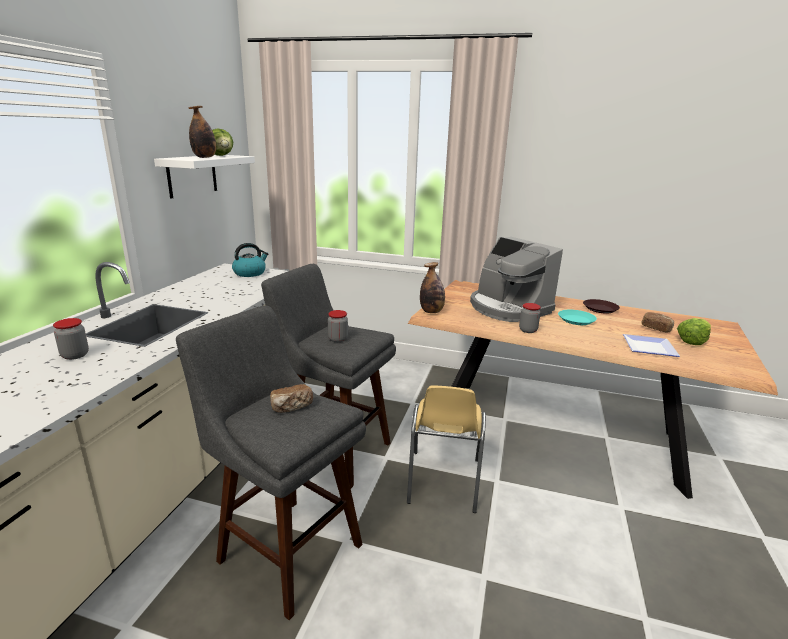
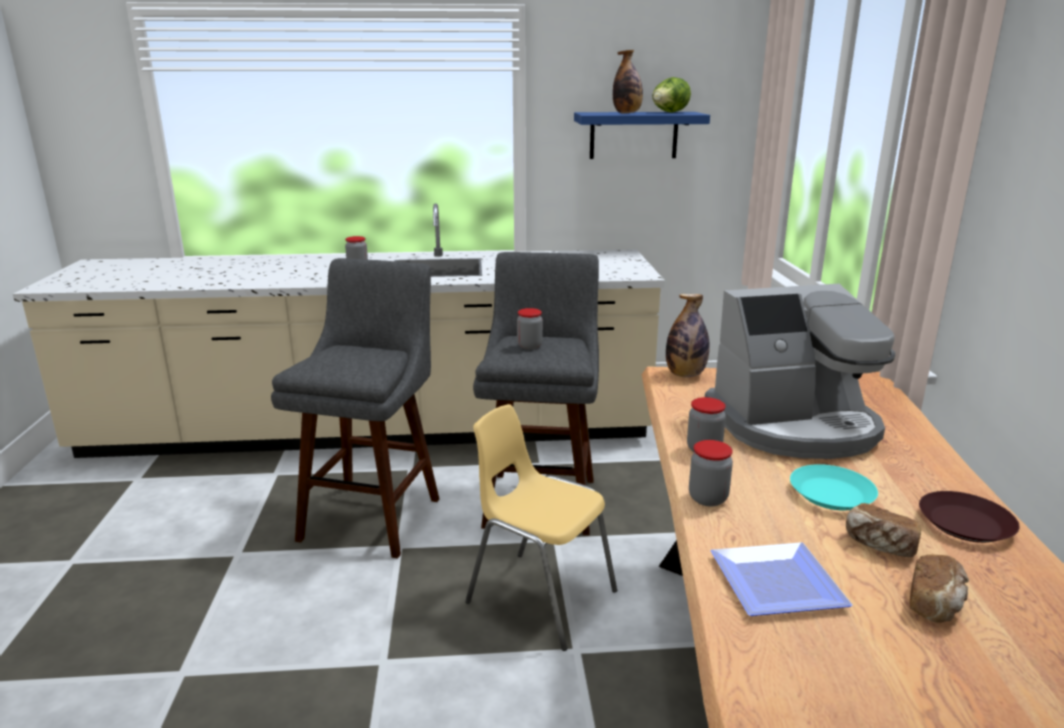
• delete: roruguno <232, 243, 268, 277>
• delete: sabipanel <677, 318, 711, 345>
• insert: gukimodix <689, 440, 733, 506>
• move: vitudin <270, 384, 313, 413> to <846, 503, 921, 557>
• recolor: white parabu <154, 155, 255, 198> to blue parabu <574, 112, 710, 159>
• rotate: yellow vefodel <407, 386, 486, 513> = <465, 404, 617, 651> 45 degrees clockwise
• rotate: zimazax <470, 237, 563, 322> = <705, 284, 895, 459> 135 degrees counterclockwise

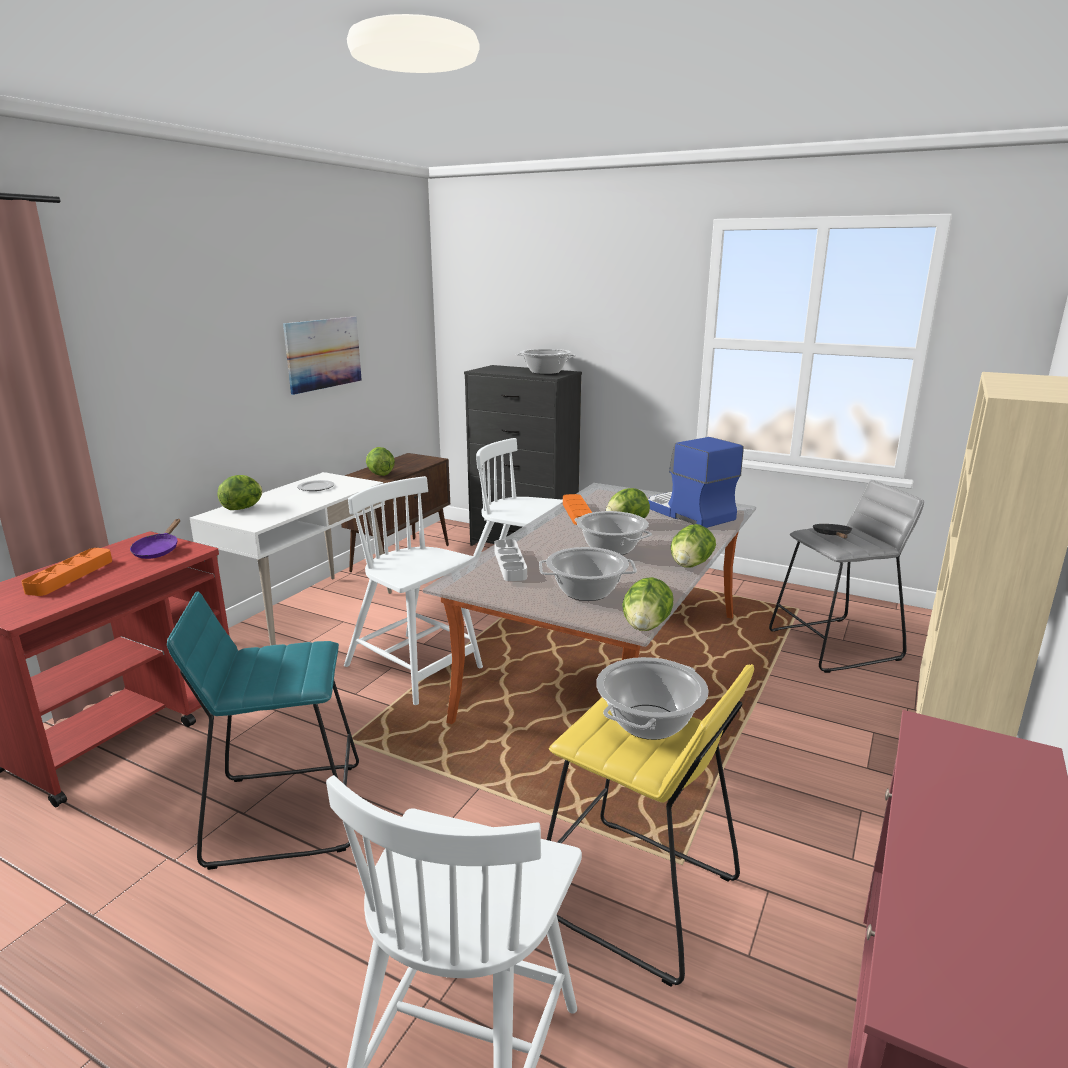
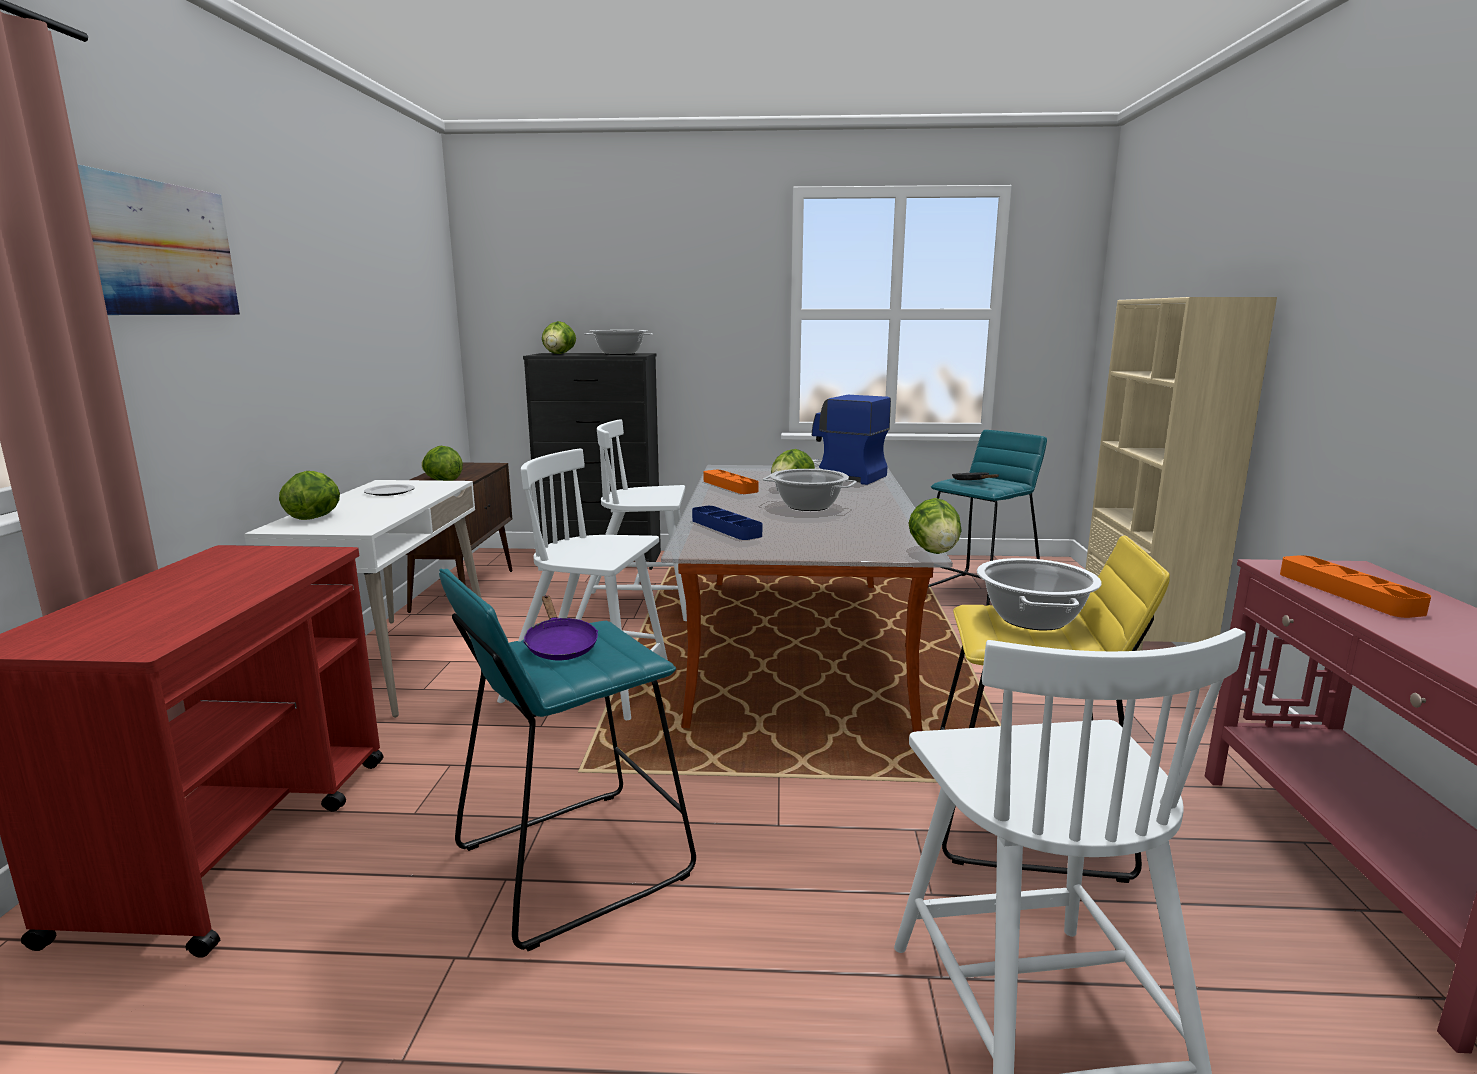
• delete: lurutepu <539, 547, 637, 601>
• move: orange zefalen <21, 548, 112, 596> to <1280, 555, 1431, 618>
• move: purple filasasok <130, 519, 180, 559> to <523, 595, 598, 660>
• move: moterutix <283, 316, 362, 395> to <77, 164, 240, 315>
• move: sabipanel <671, 524, 716, 567> to <542, 321, 576, 354>
• recolor: grey zefalen <494, 539, 527, 581> to blue zefalen <692, 506, 762, 540>
• recolor: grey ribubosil <769, 480, 924, 673> to turquoise ribubosil <928, 430, 1047, 606>

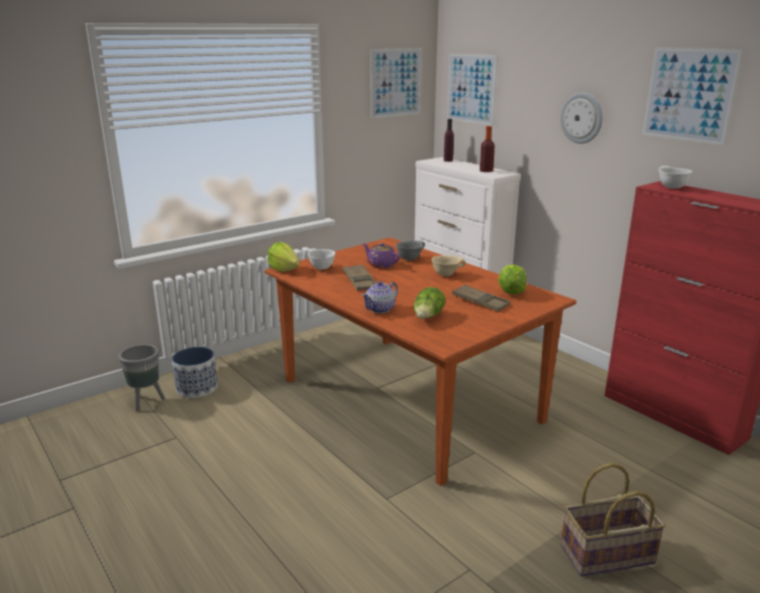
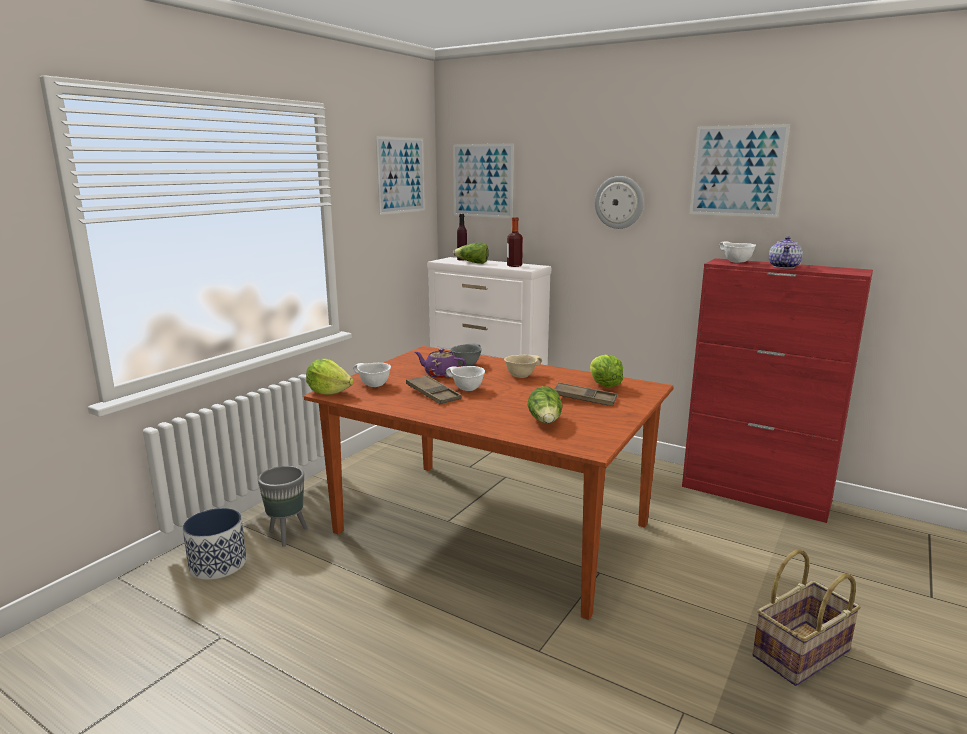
• insert: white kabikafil <446, 366, 485, 391>
• insert: sabipanel <453, 243, 489, 264>
• move: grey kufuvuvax <119, 345, 165, 411> to <258, 466, 307, 547>
• move: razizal <362, 281, 398, 313> to <769, 236, 803, 269>

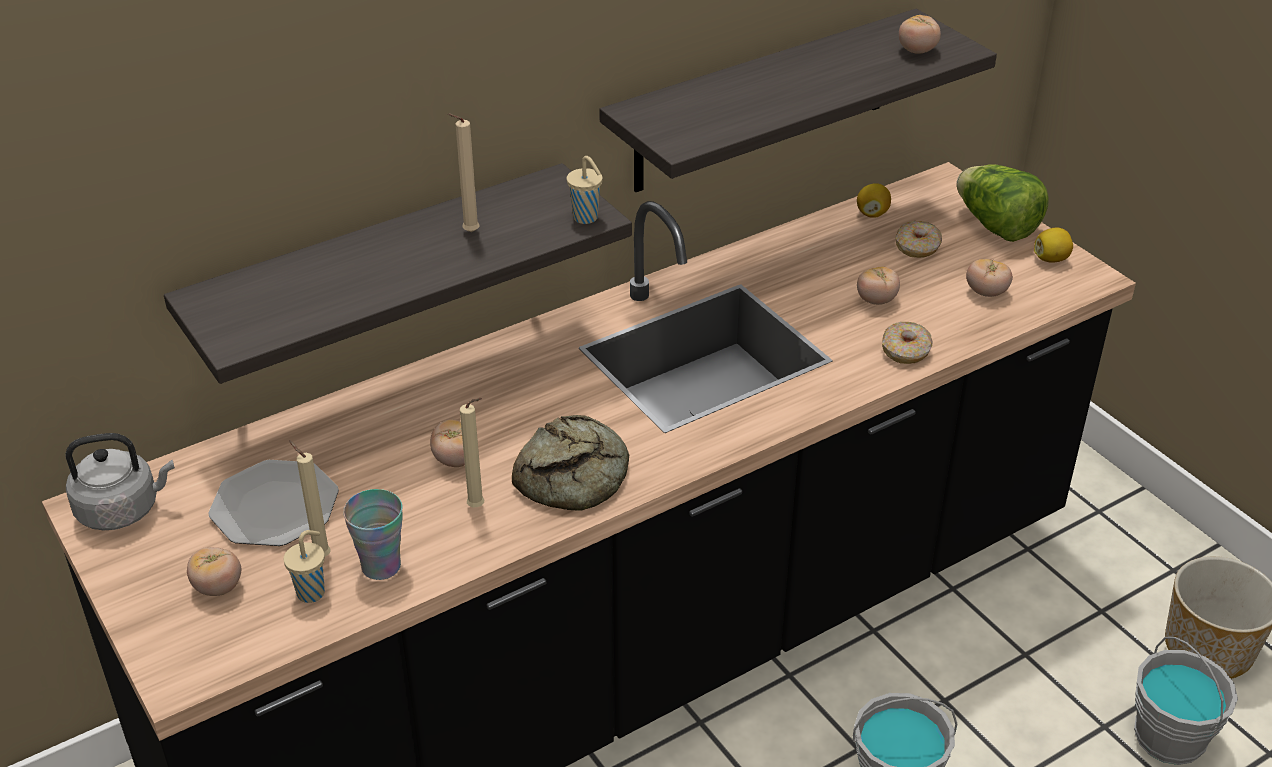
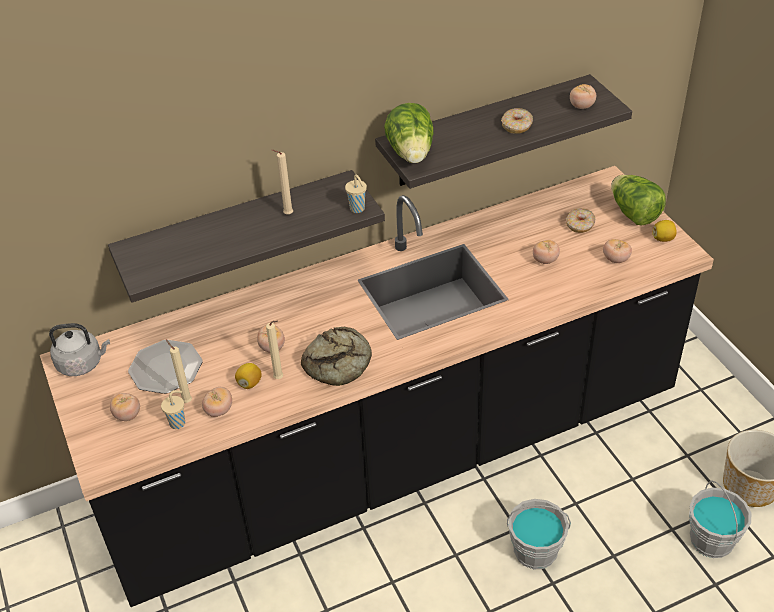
• insert: sabipanel <384, 103, 434, 163>
• move: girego <857, 183, 891, 218> to <235, 363, 262, 389>
• move: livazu <882, 322, 933, 364> to <501, 108, 533, 134>
• replace: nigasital <343, 489, 403, 580> to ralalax <202, 387, 232, 417>

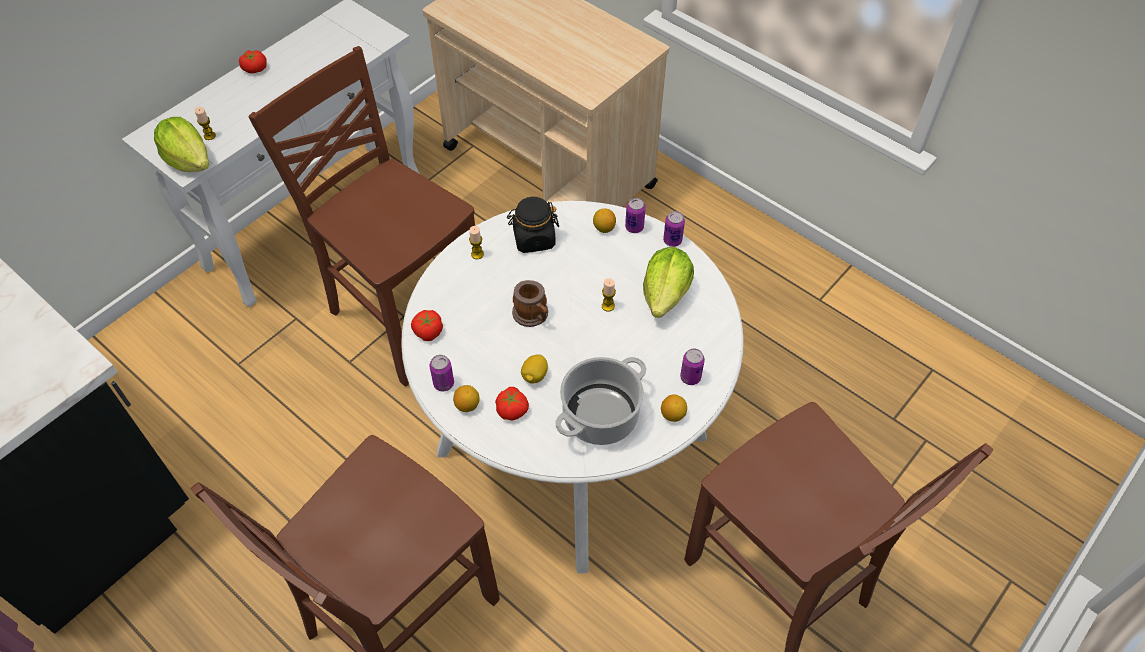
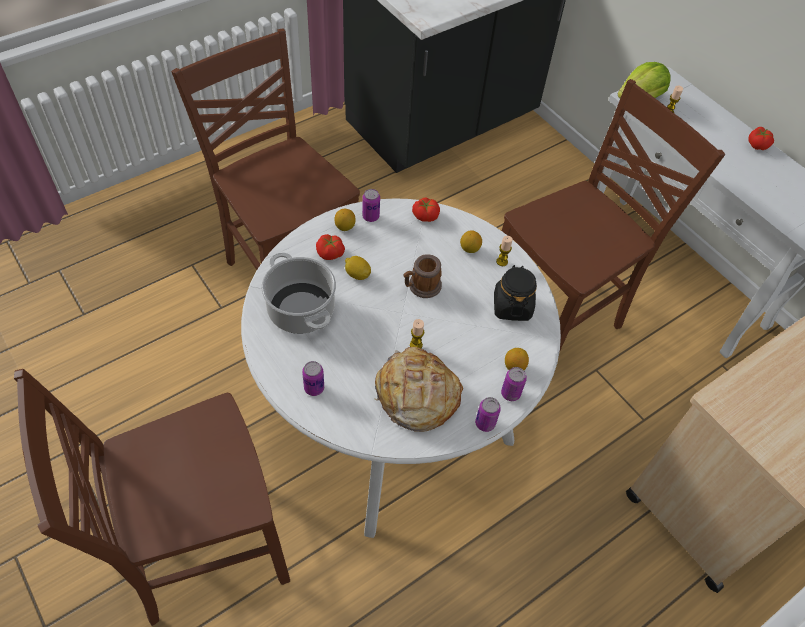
• move: girego <661, 395, 687, 422> to <460, 231, 482, 253>
• replace: sabipanel <643, 247, 694, 318> to vitudin <375, 347, 463, 432>

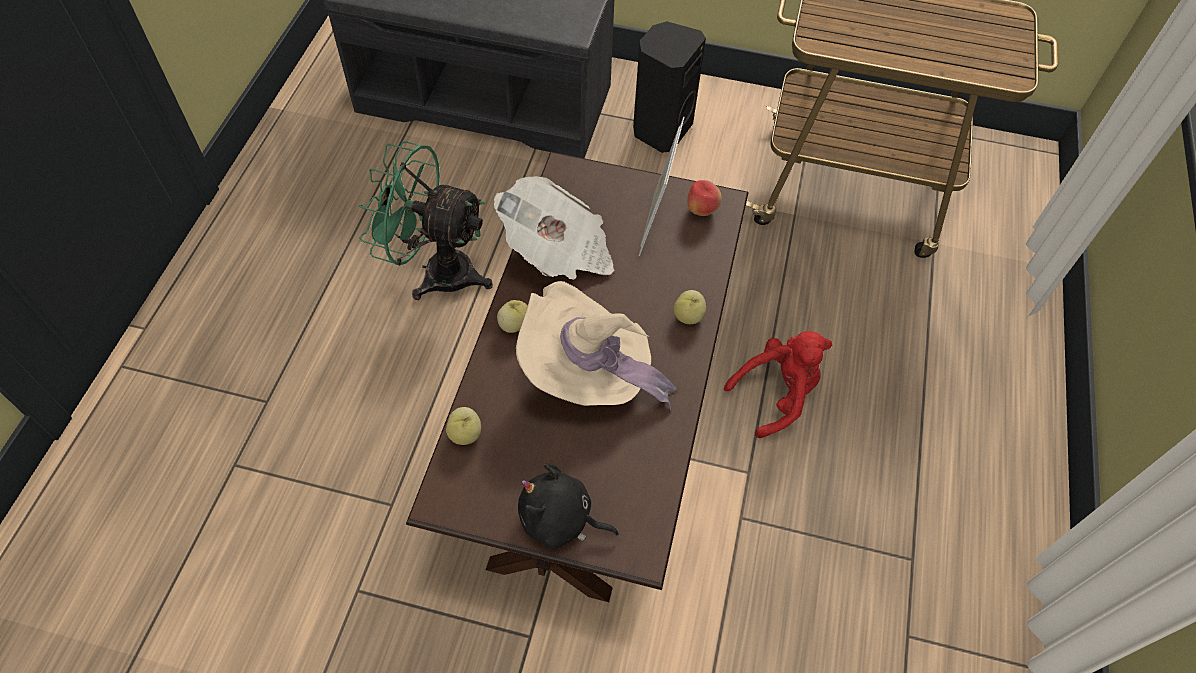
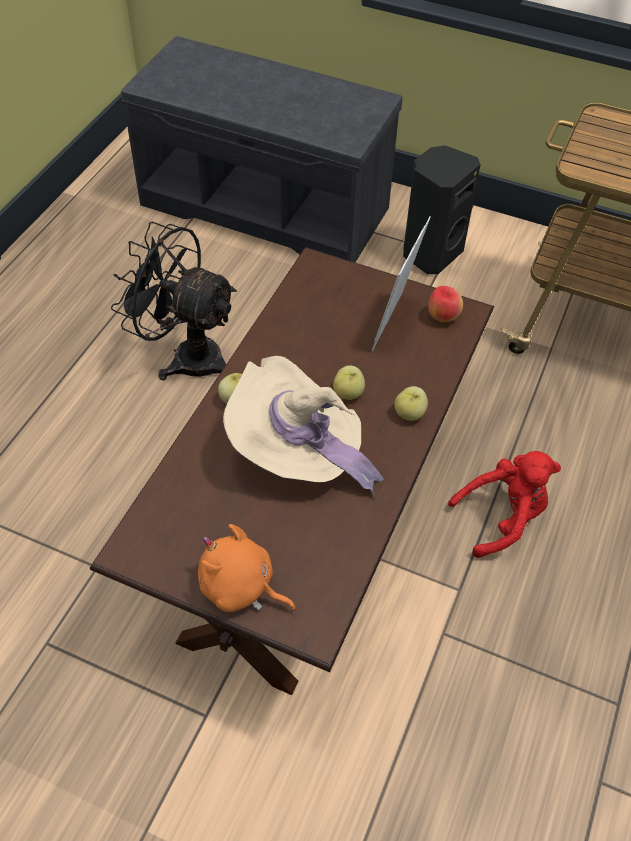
• delete: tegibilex <494, 176, 614, 280>
• move: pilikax <446, 407, 481, 445> to <333, 366, 365, 400>
• recolor: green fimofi <359, 141, 493, 300> to black fimofi <111, 222, 237, 381>
• recolor: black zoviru <518, 464, 619, 549> to orange zoviru <198, 524, 296, 612>

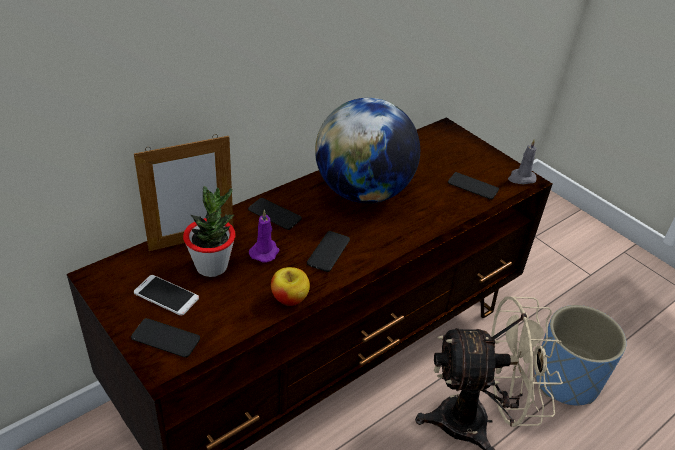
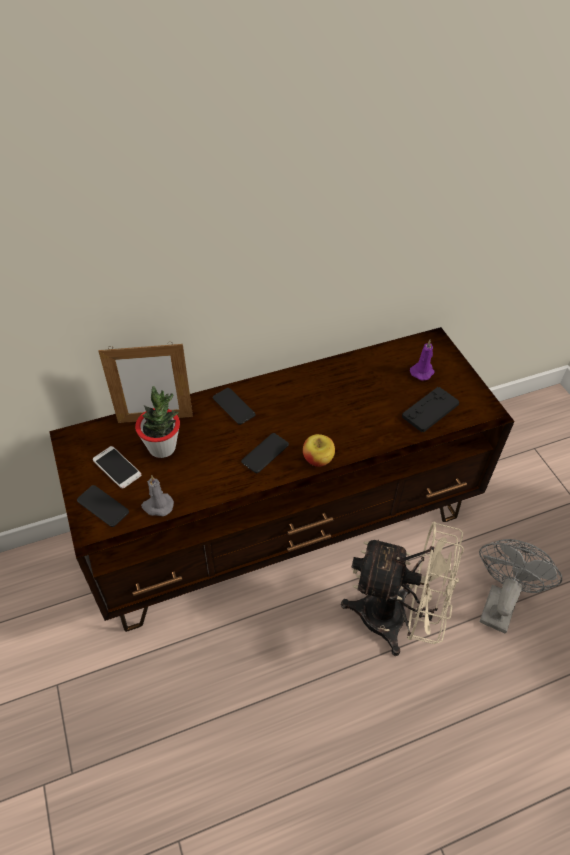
• delete: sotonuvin <315, 98, 420, 203>
• move: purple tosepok <249, 210, 280, 263> to <410, 340, 435, 381>
• move: pilikax <271, 267, 310, 306> to <303, 434, 335, 467>
• move: grey tosepok <508, 139, 537, 184> to <141, 475, 174, 516>
• replace: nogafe <448, 172, 499, 200> to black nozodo <402, 387, 459, 432>
• replace: blue kufuvuvax <534, 305, 626, 406> to grey fimofi <479, 539, 562, 634>

